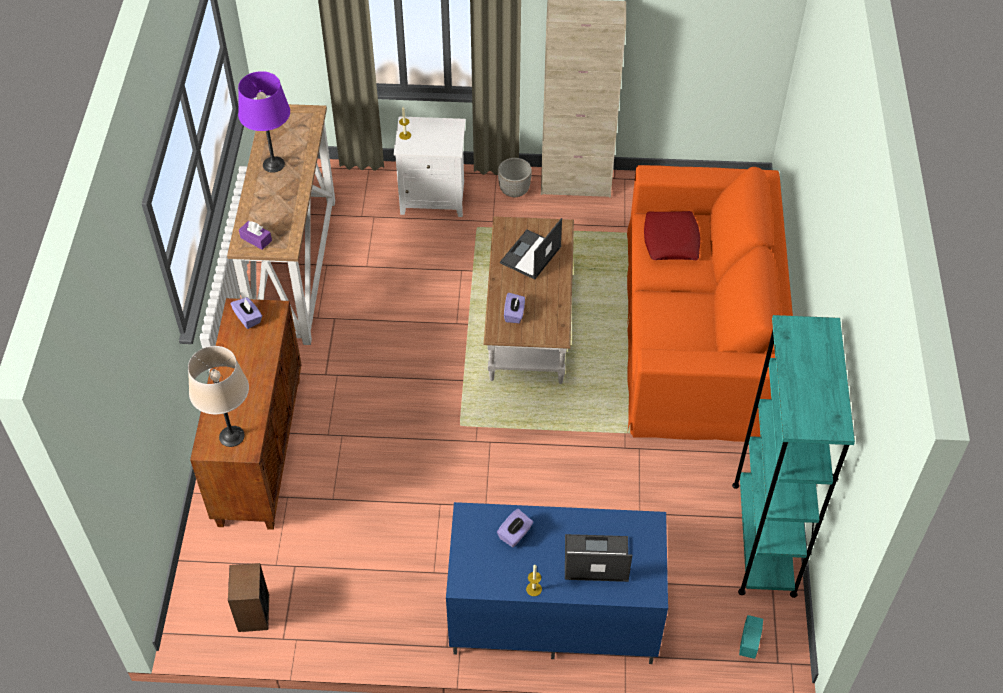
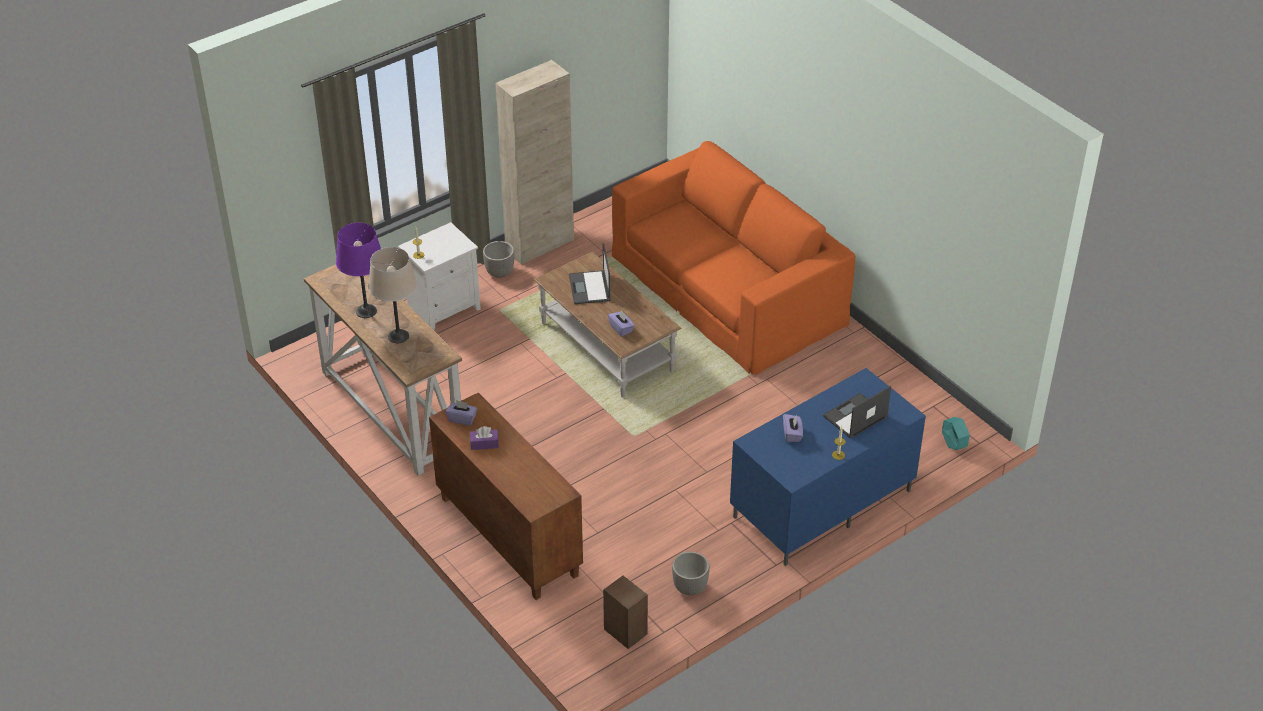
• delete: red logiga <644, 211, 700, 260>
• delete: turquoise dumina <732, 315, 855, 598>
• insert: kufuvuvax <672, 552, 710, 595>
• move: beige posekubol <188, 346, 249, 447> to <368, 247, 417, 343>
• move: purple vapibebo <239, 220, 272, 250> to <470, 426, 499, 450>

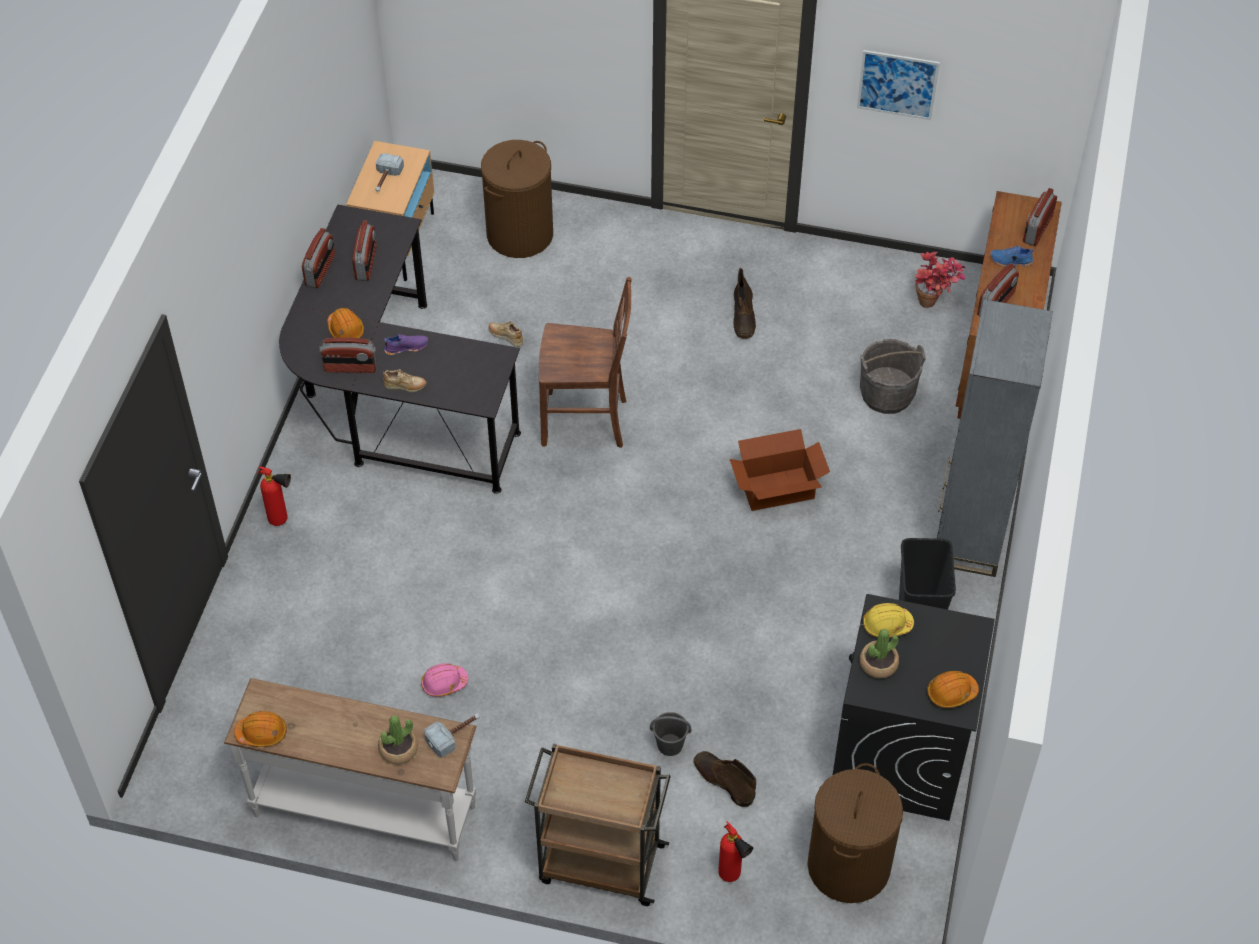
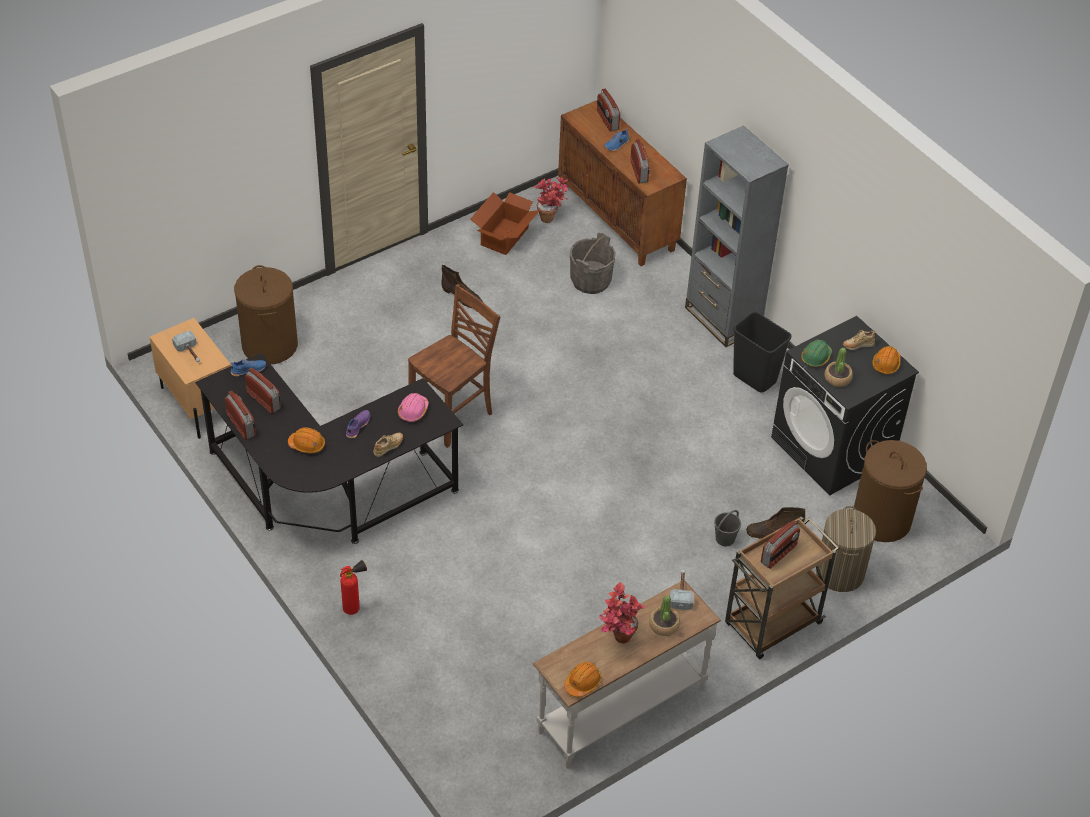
• delete: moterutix <857, 50, 940, 120>
• insert: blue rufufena <230, 359, 266, 376>
• insert: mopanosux <599, 582, 646, 643>
• move: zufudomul <319, 338, 377, 373> to <761, 521, 800, 569>
• move: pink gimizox <421, 663, 468, 697> to <398, 393, 429, 422>
• move: beige rufufena <489, 321, 523, 347> to <843, 330, 875, 350>
• move: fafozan <730, 429, 830, 511> to <471, 192, 540, 255>
• replace: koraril <718, 821, 753, 882> to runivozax <816, 506, 876, 592>
• recolor: yellow gimizox <863, 603, 914, 638> to green gimizox <801, 340, 832, 367>

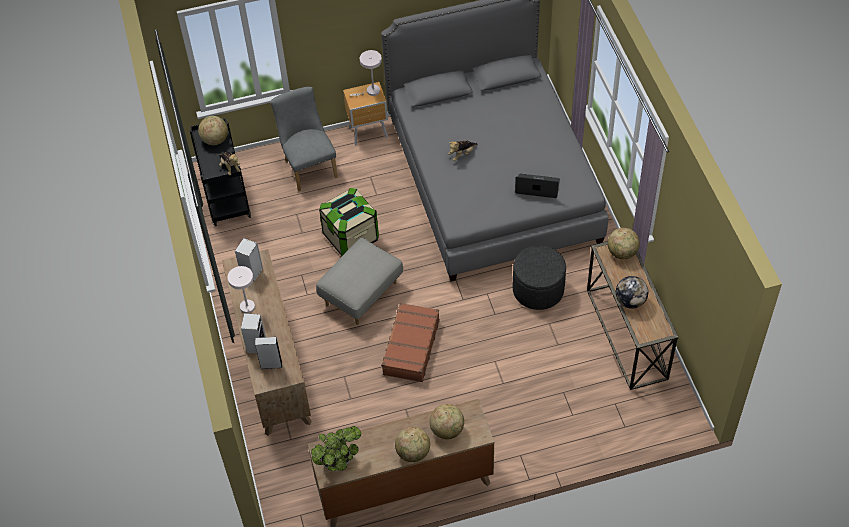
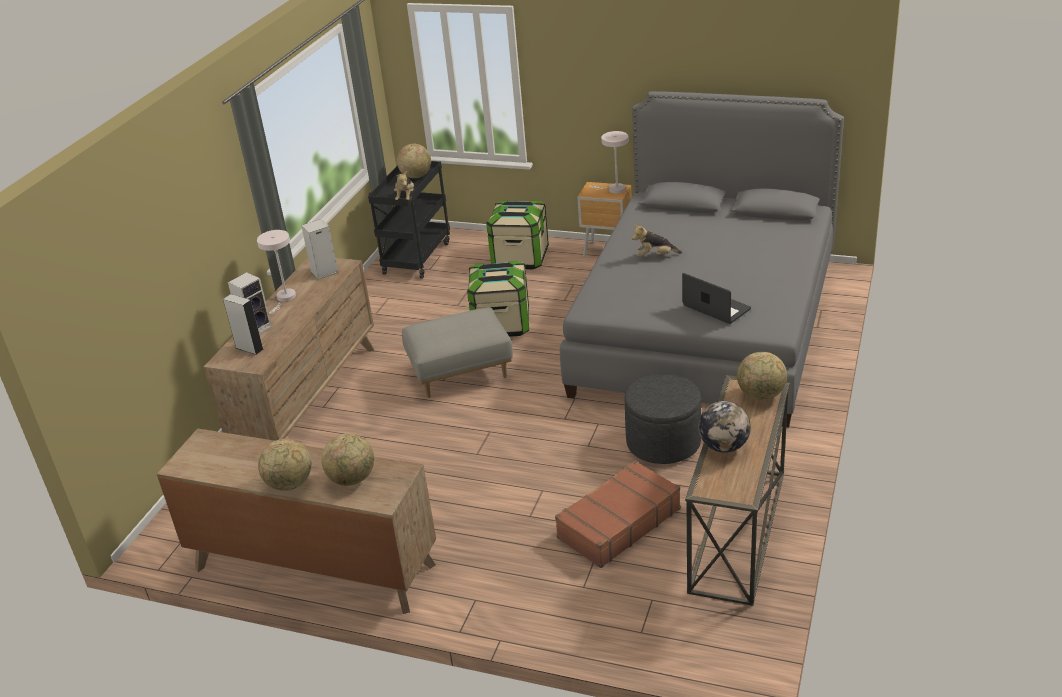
• delete: mopanosux <311, 426, 361, 471>
• move: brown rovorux <381, 303, 440, 382> to <555, 460, 681, 568>
• replace: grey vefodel <270, 87, 338, 191> to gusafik <486, 200, 549, 270>

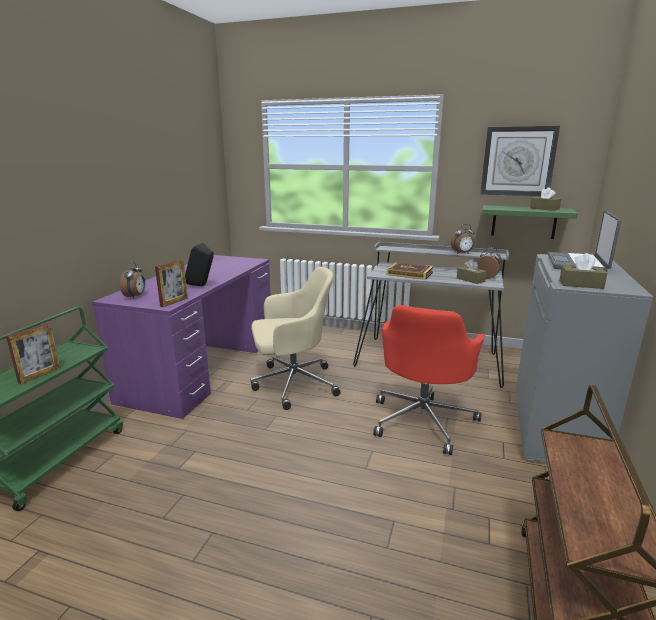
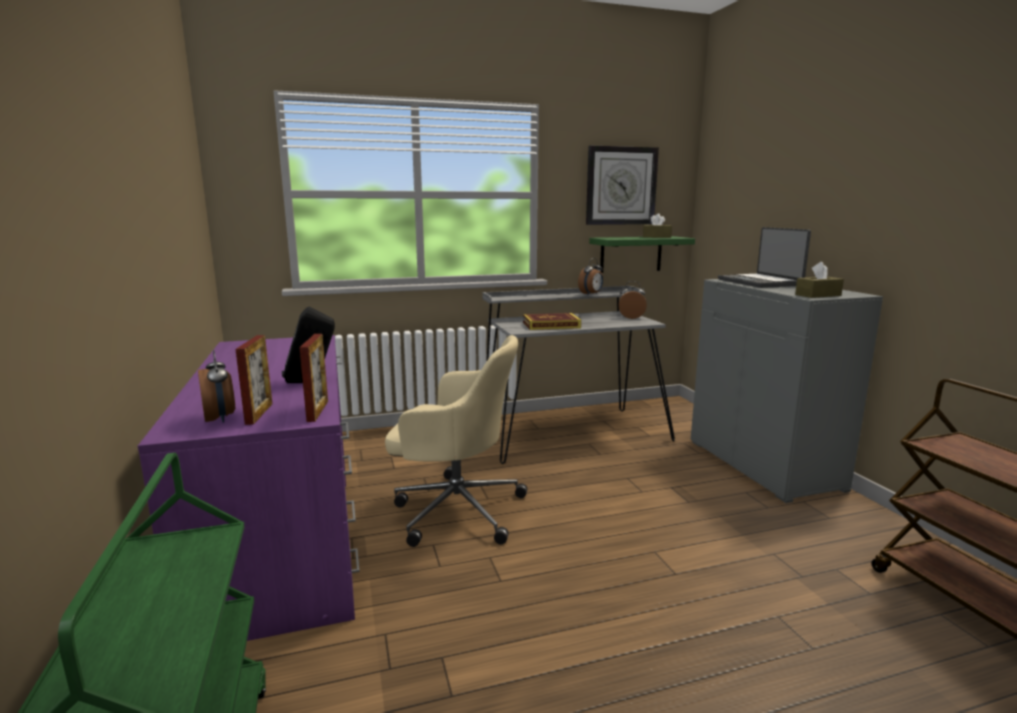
• delete: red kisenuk <373, 305, 485, 455>
• delete: brown vapibebo <457, 259, 487, 284>
• move: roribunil <6, 323, 60, 384> to <235, 335, 272, 425>
• rotate: beige kisenuk <250, 267, 341, 410> = <385, 335, 527, 547> 60 degrees clockwise

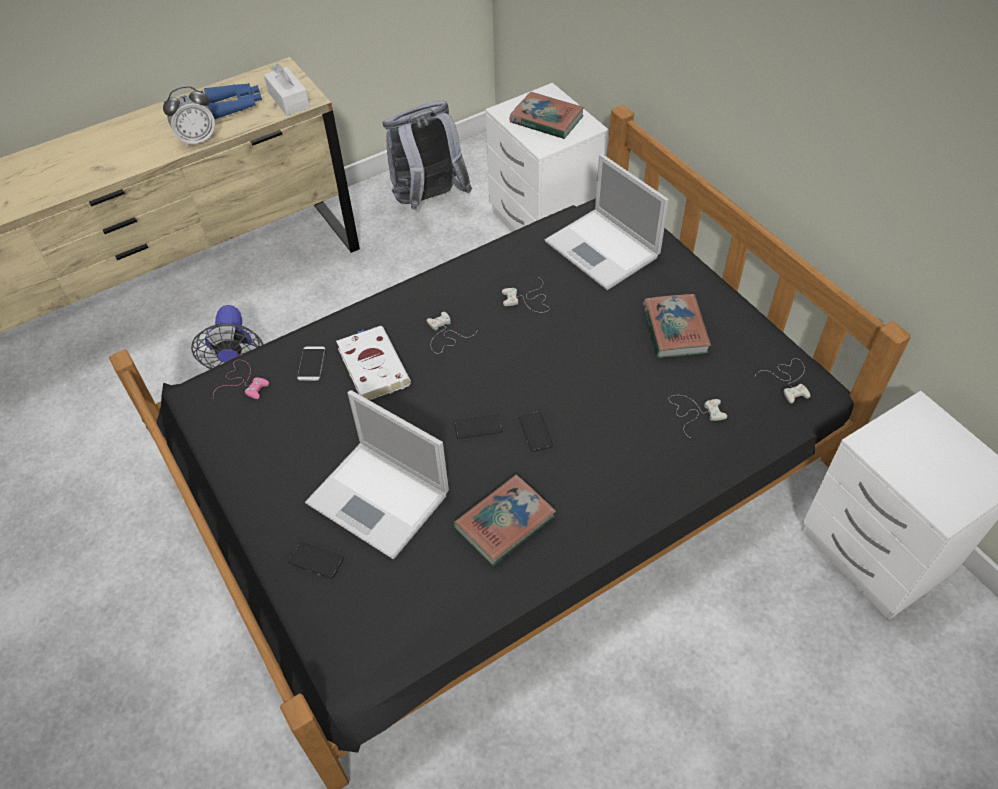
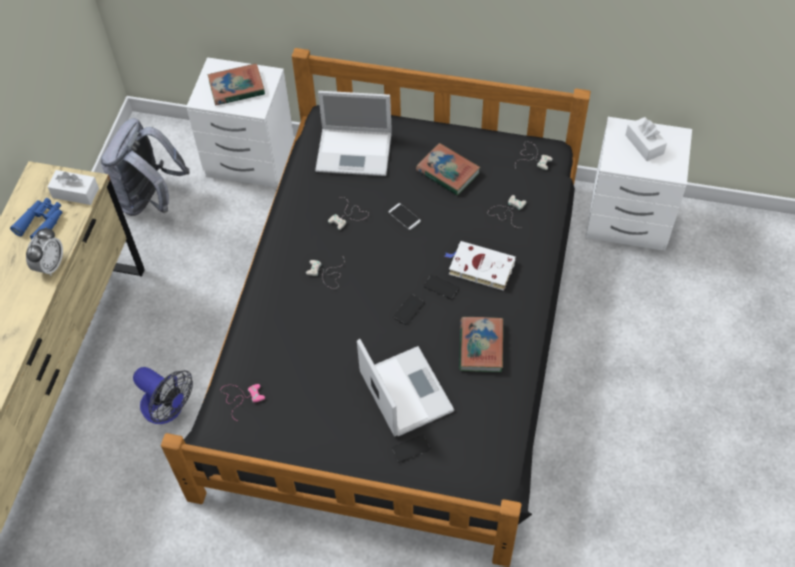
• insert: white vapibebo <626, 117, 667, 161>
• move: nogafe <297, 346, 325, 381> to <389, 203, 421, 230>
• move: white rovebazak <336, 326, 411, 400> to <444, 241, 516, 291>
• rotate: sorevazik <305, 390, 449, 559> = <357, 339, 454, 436> 105 degrees counterclockwise

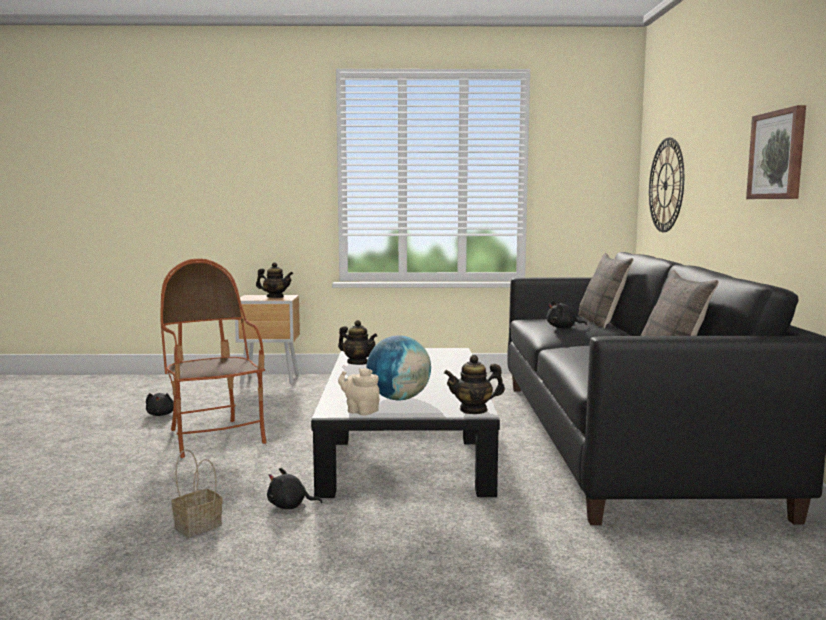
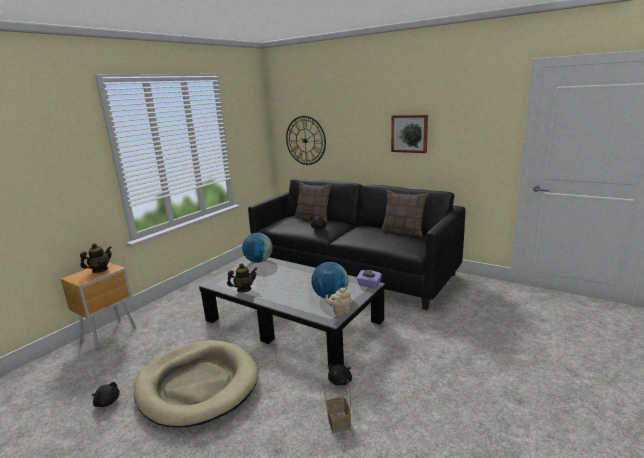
• insert: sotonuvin <242, 233, 273, 263>
• replace: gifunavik <160, 259, 267, 458> to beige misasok <134, 340, 259, 427>
• replace: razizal <444, 355, 505, 414> to purple vapibebo <356, 269, 382, 288>

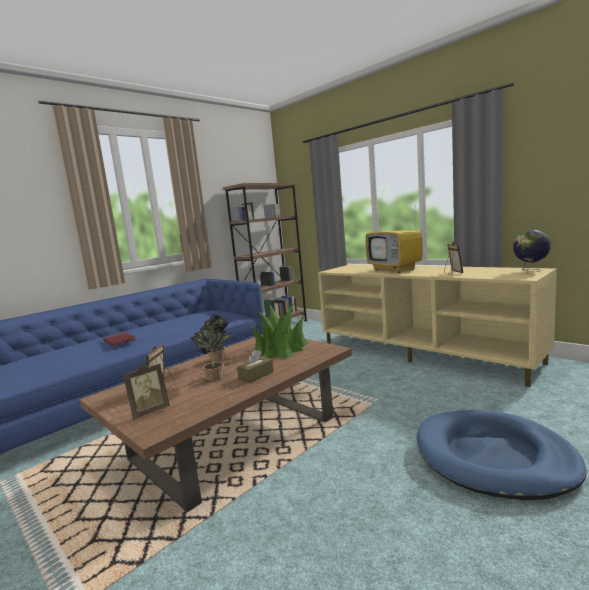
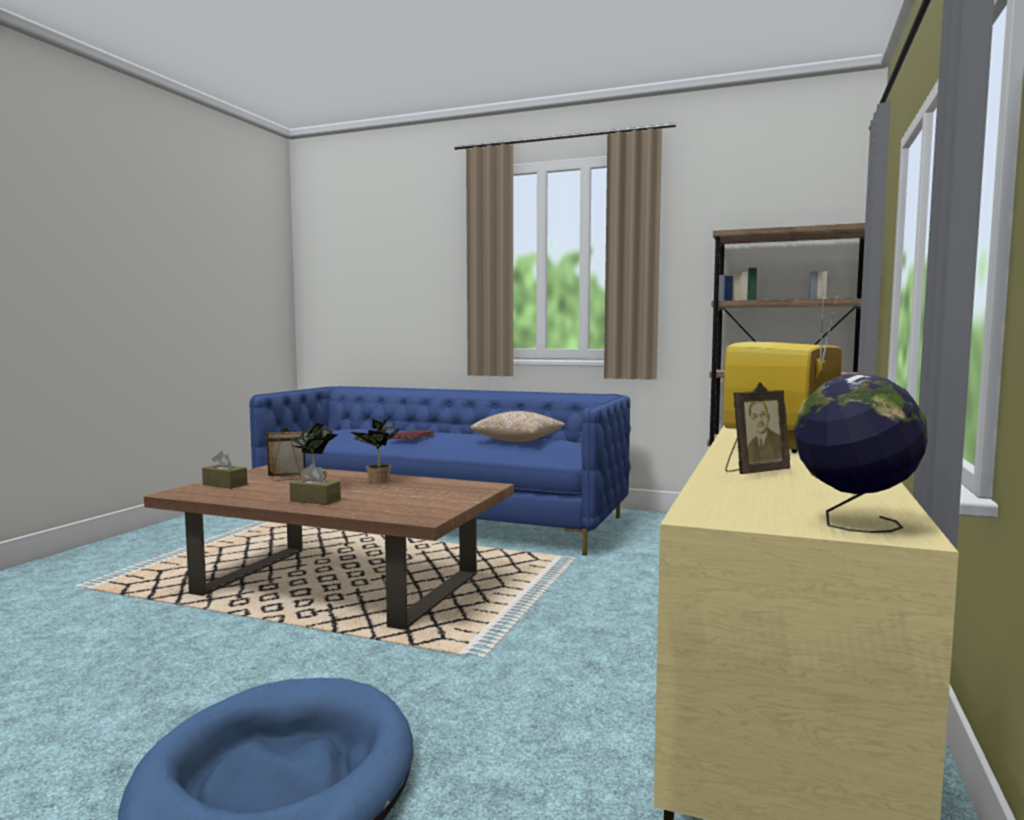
• delete: mopanosux <251, 303, 308, 358>
• insert: logiga <470, 411, 565, 442>
• replace: roribunil <123, 363, 170, 419> to brown vapibebo <202, 451, 247, 489>

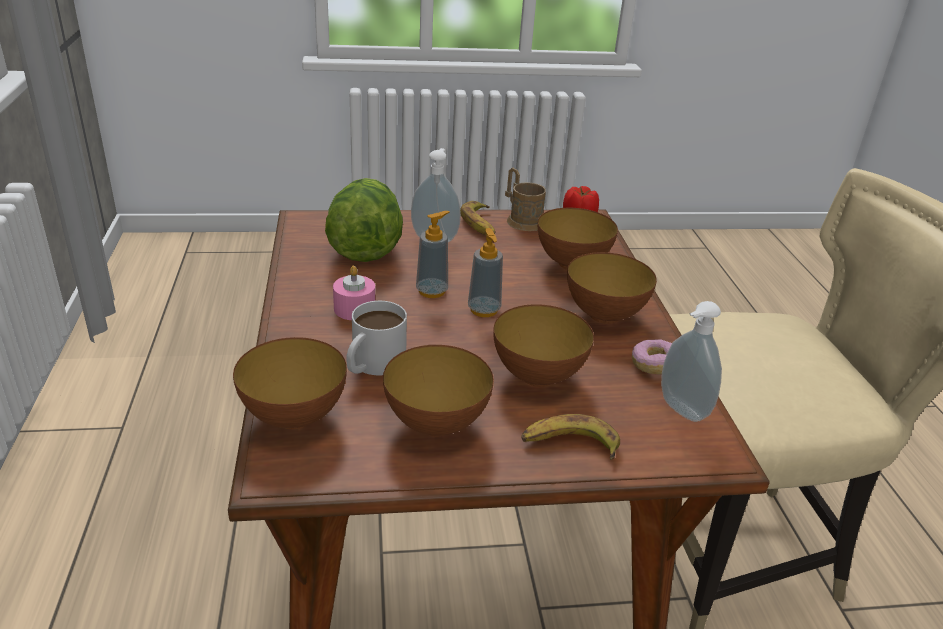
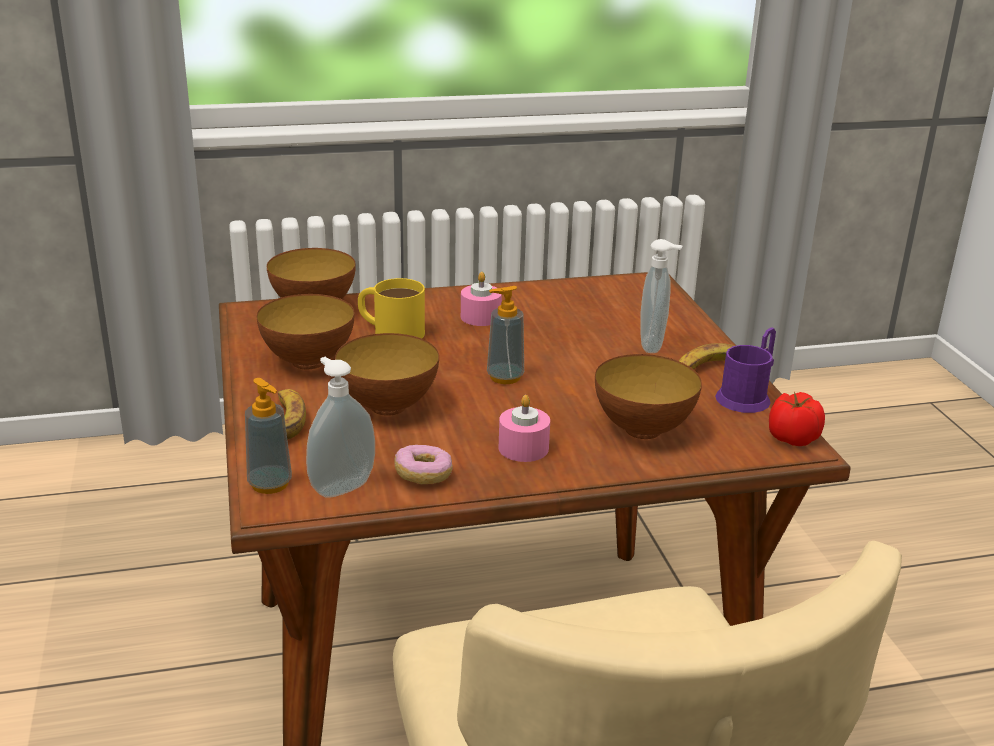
• delete: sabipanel <325, 178, 403, 262>
• move: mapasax <416, 211, 450, 298> to <245, 378, 292, 494>
• replace: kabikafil <567, 252, 657, 324> to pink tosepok <499, 395, 550, 462>
• recolor: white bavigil <346, 301, 407, 375> to yellow bavigil <358, 278, 425, 339>
• recolor: brown bavigil <505, 168, 546, 231> to purple bavigil <715, 327, 776, 413>

